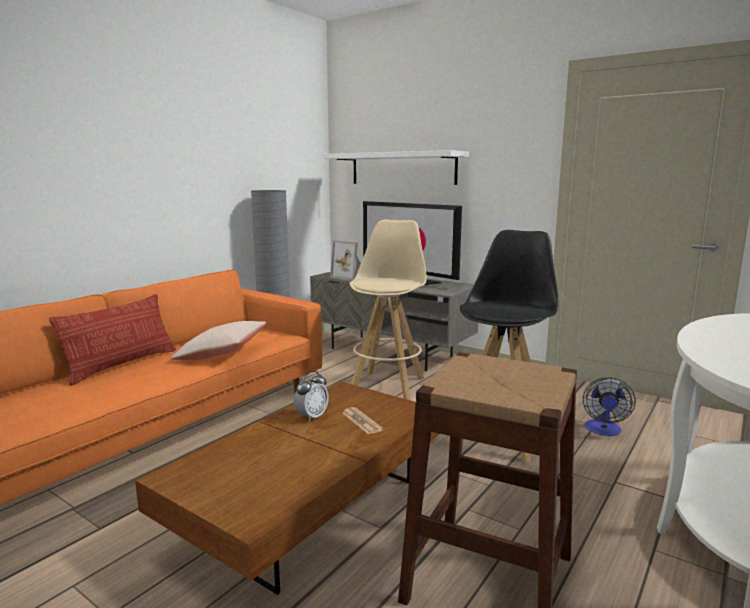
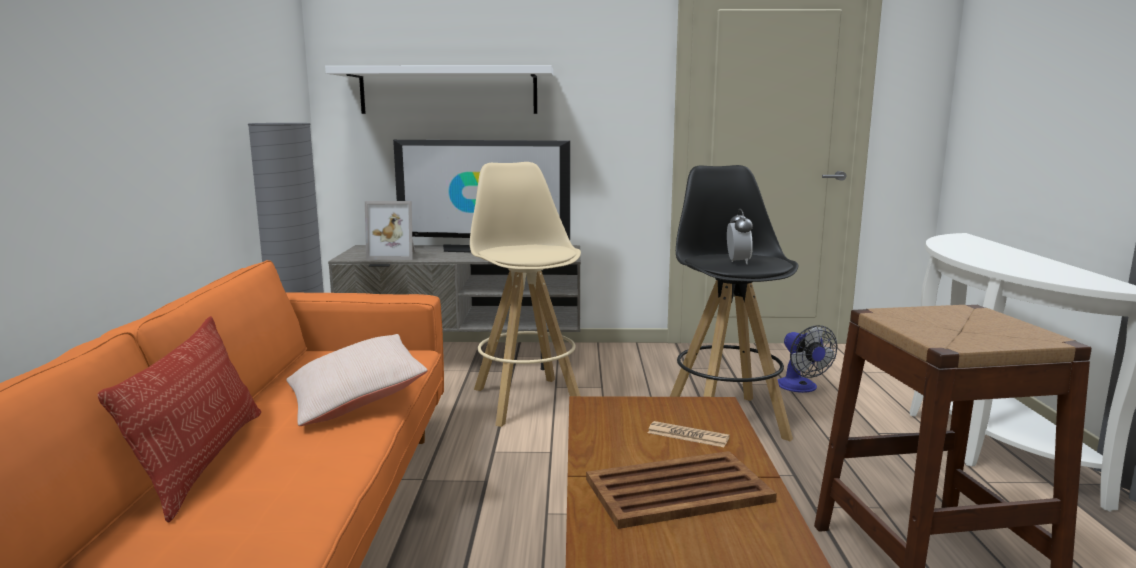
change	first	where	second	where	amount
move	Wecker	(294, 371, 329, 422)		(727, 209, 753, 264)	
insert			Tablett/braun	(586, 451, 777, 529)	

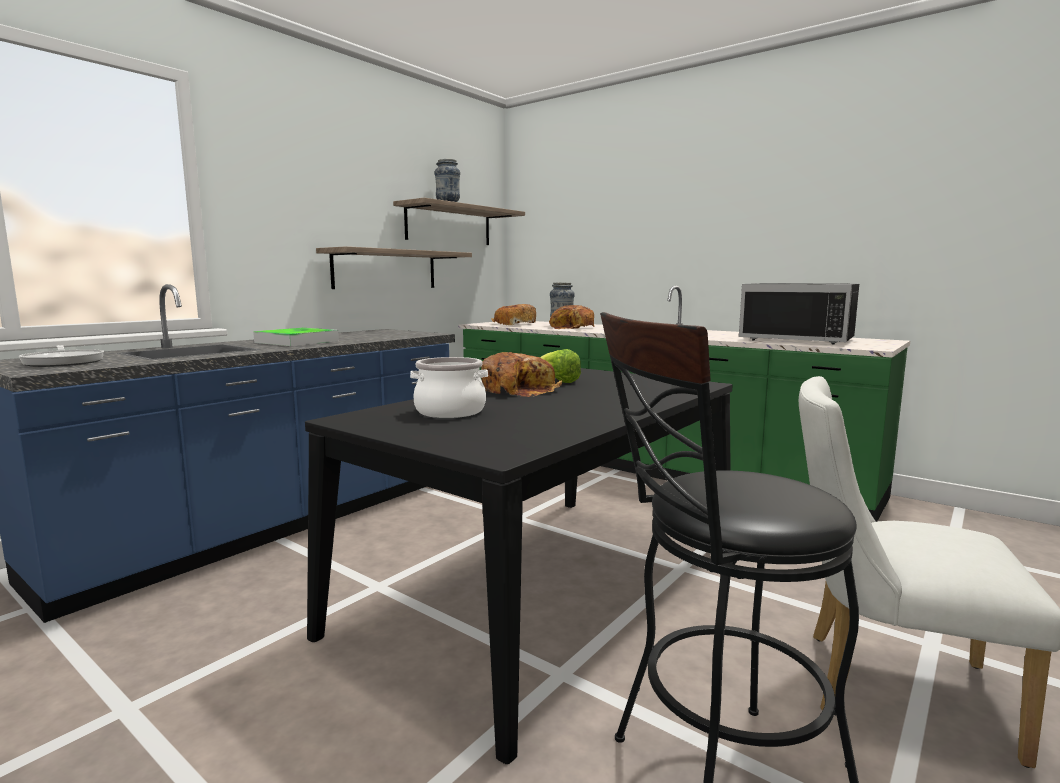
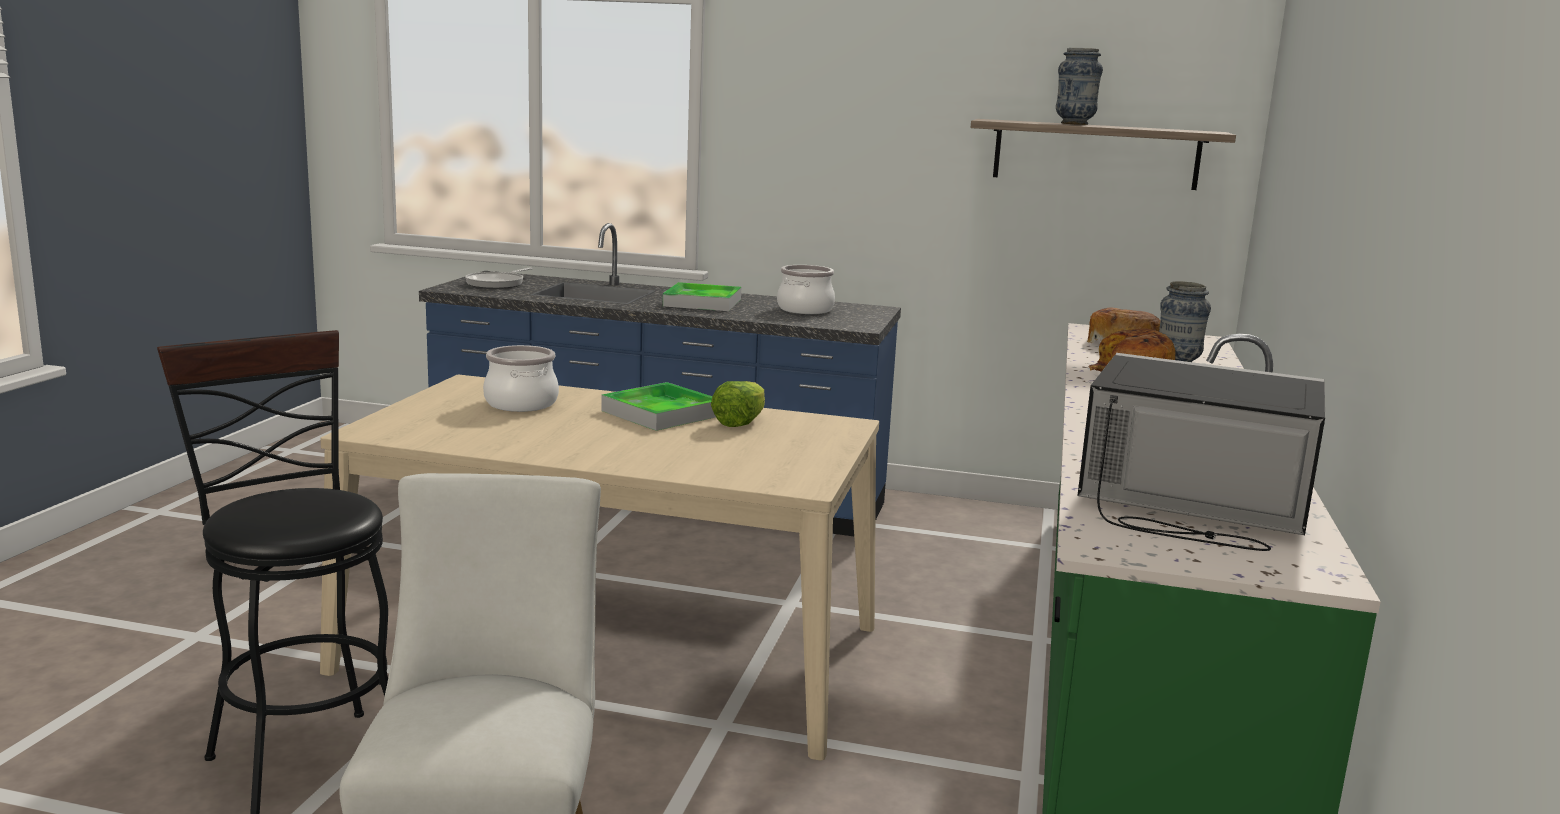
change	first	where	second	where	amount
delete	Wandregal	(316, 246, 472, 289)			
rotate	Mikrowelle/schwarz	(739, 283, 859, 345)		(1077, 353, 1325, 551)	105 degrees clockwise
replace	Brot	(481, 352, 562, 397)	Tablett	(601, 382, 716, 431)	
recolor	Esstisch/schwarz	(305, 368, 733, 764)	Esstisch/beige	(320, 375, 879, 761)	
insert			Kochtopf	(777, 265, 835, 314)	

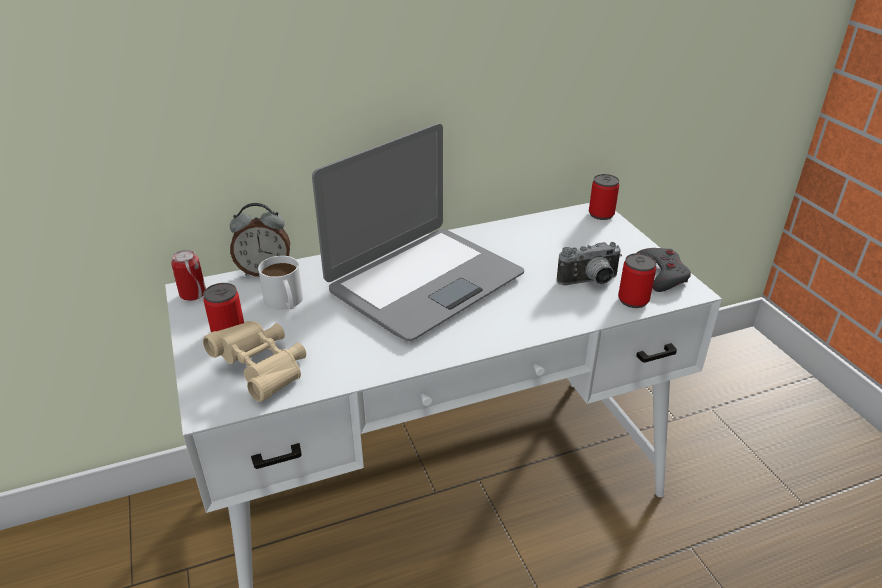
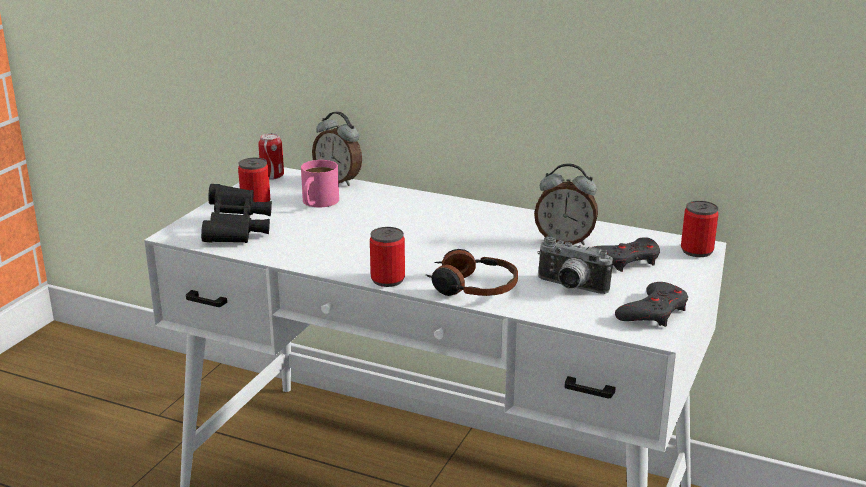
change	first	where	second	where	amount
delete	Laptop	(312, 123, 524, 341)			
move	Dose	(618, 253, 657, 308)		(370, 227, 405, 287)	
recolor	Henkelbecher/weiß	(258, 256, 303, 310)	Henkelbecher/rosa	(301, 160, 339, 208)	
recolor	Fernglas/beige	(203, 321, 306, 402)	Fernglas/schwarz	(201, 184, 272, 243)	
insert			Wecker	(534, 163, 598, 245)	
insert			Gamepad/grau	(594, 237, 660, 272)	
insert			Kopfhörer	(426, 249, 518, 296)	

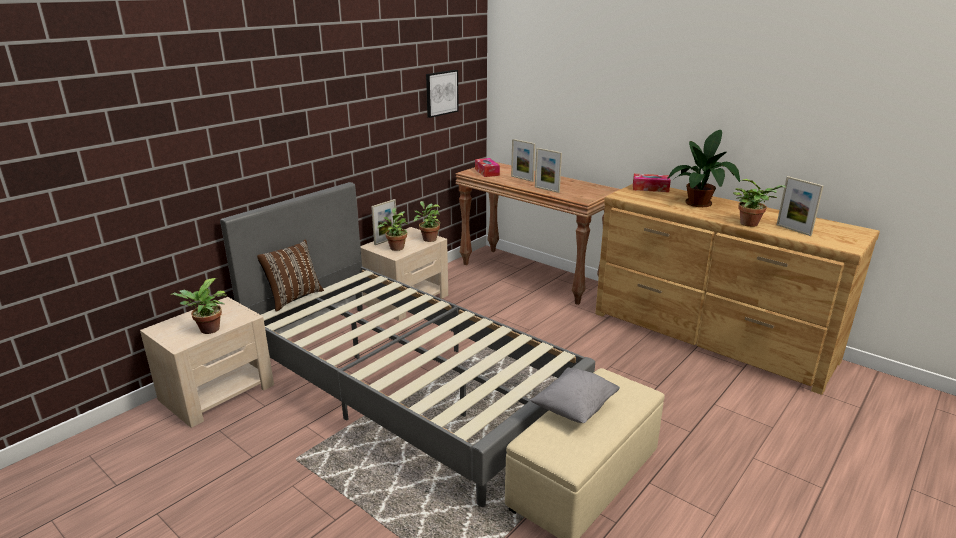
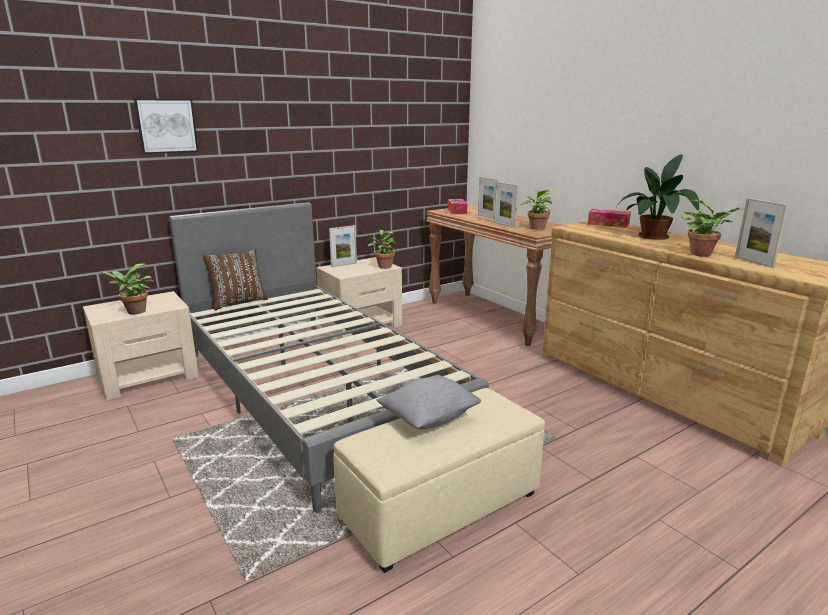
change	first	where	second	where	amount
move	Bild	(426, 70, 459, 118)		(134, 98, 199, 154)	
move	Topfpflanze	(377, 208, 408, 251)		(521, 189, 552, 230)	

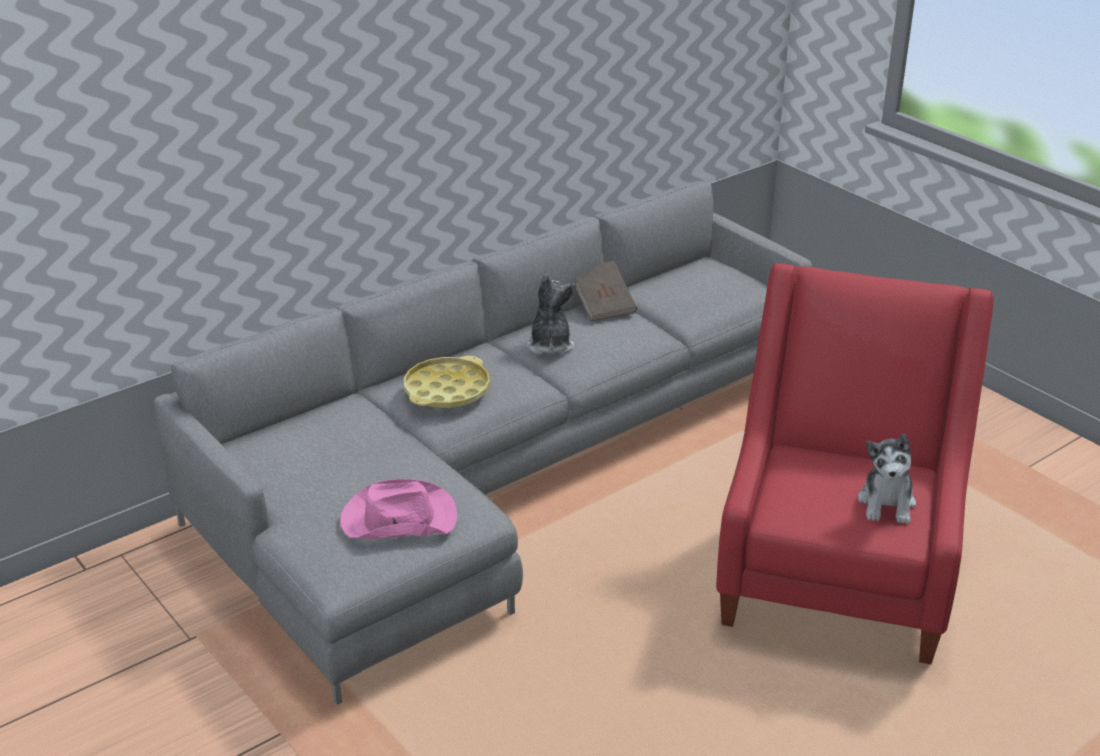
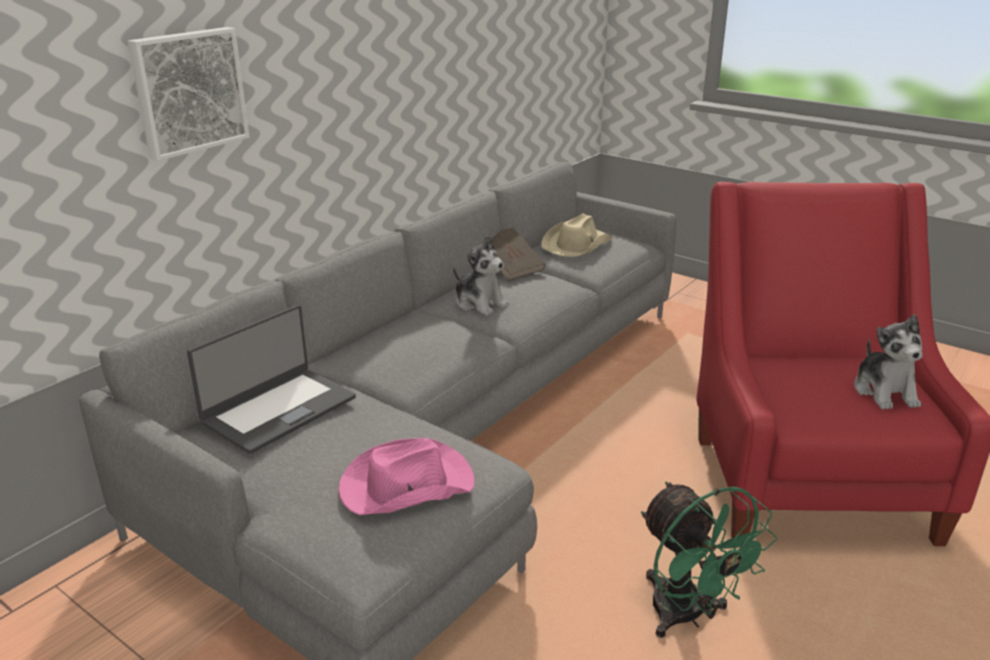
change	first	where	second	where	amount
rotate	Plüschtier	(527, 274, 575, 354)		(453, 236, 509, 316)	150 degrees clockwise
delete	Tablett/gelb	(404, 356, 490, 408)			
insert			Bild	(128, 27, 250, 161)	
insert			Hut/beige	(541, 214, 613, 257)	
insert			Laptop	(187, 305, 356, 454)	
insert			Ventilator/grün	(641, 482, 777, 638)	

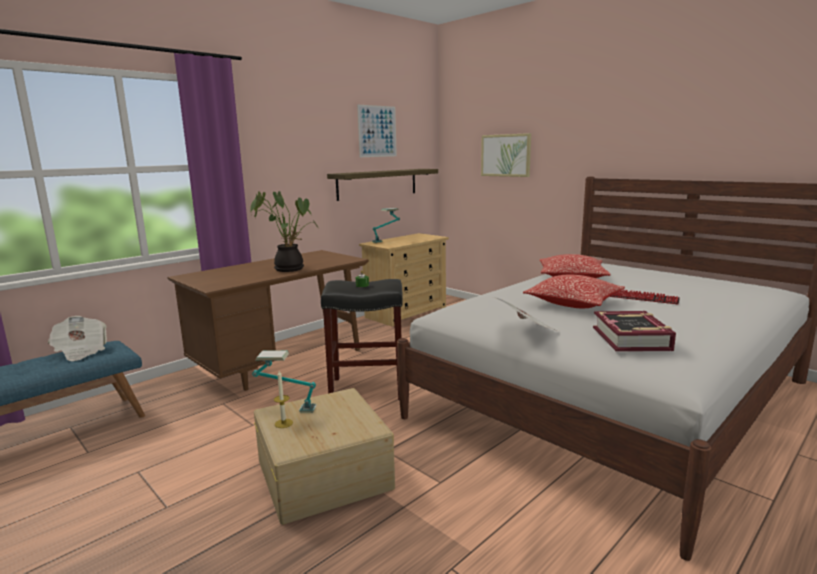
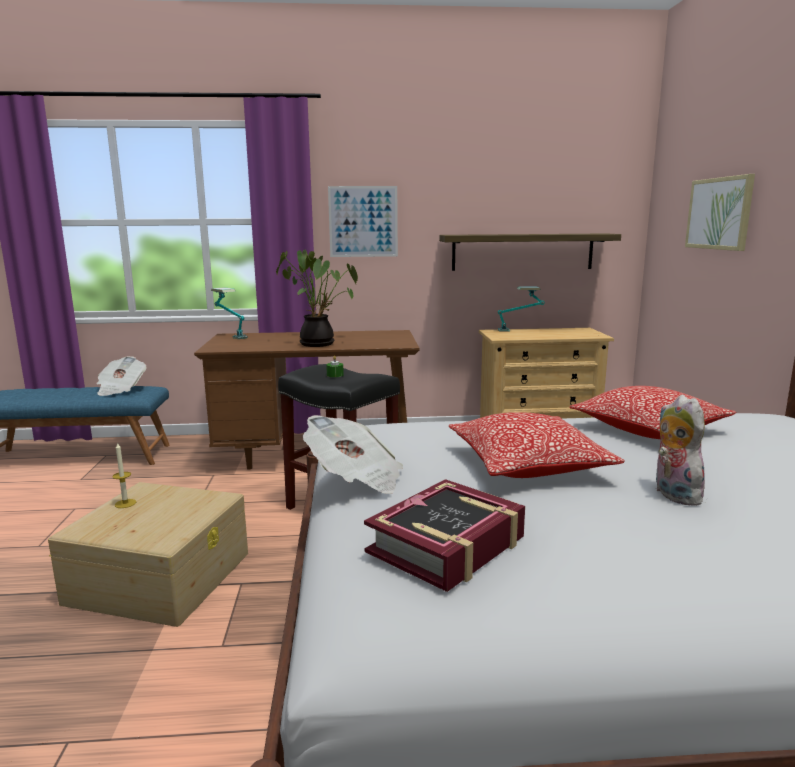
change	first	where	second	where	amount
move	Bild	(357, 105, 397, 157)		(328, 186, 398, 257)	
replace	Tastatur	(610, 290, 680, 304)	Plüschtier	(656, 395, 709, 506)	
move	Tischlampe	(252, 350, 317, 413)		(211, 287, 248, 339)	

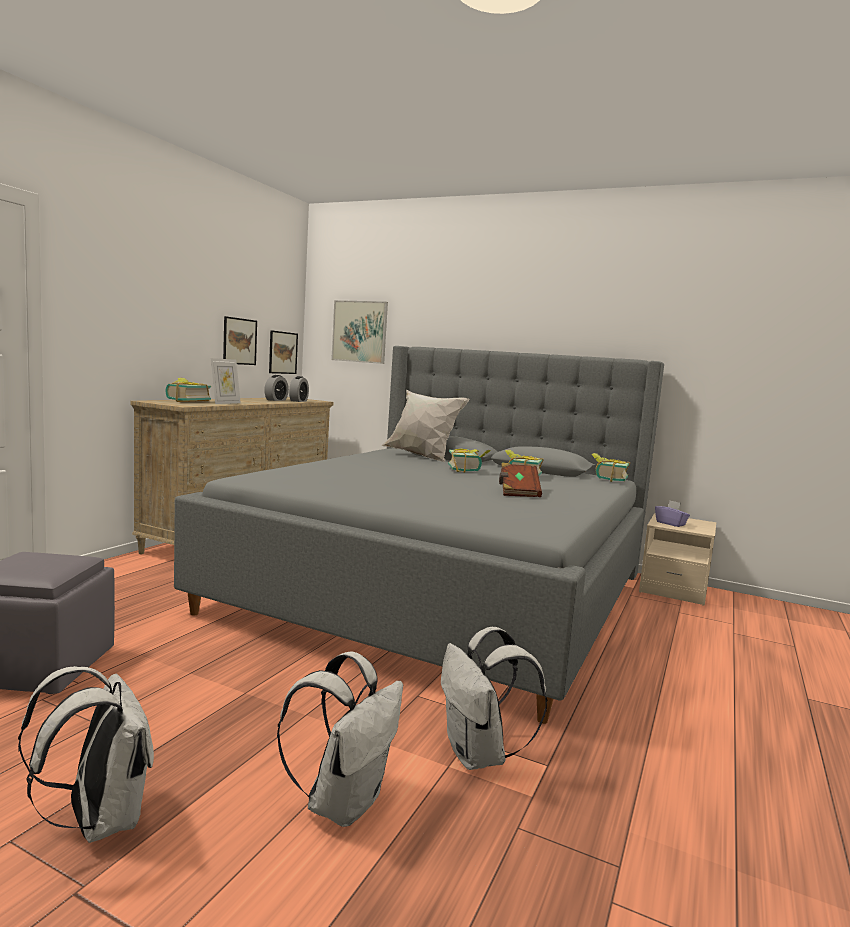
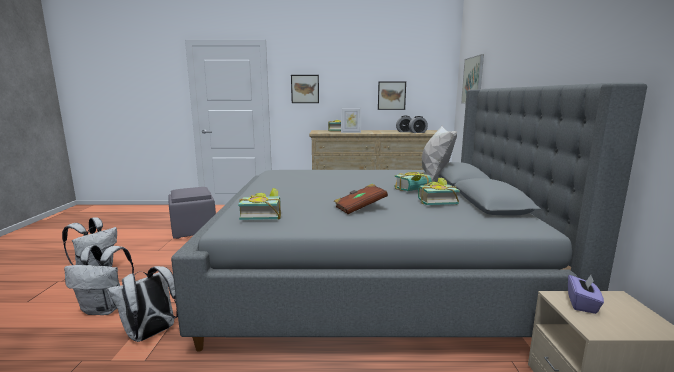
change	first	where	second	where	amount
move	Bild	(269, 330, 298, 374)		(291, 75, 319, 103)	
move	Buch	(592, 453, 630, 482)		(238, 188, 281, 220)	

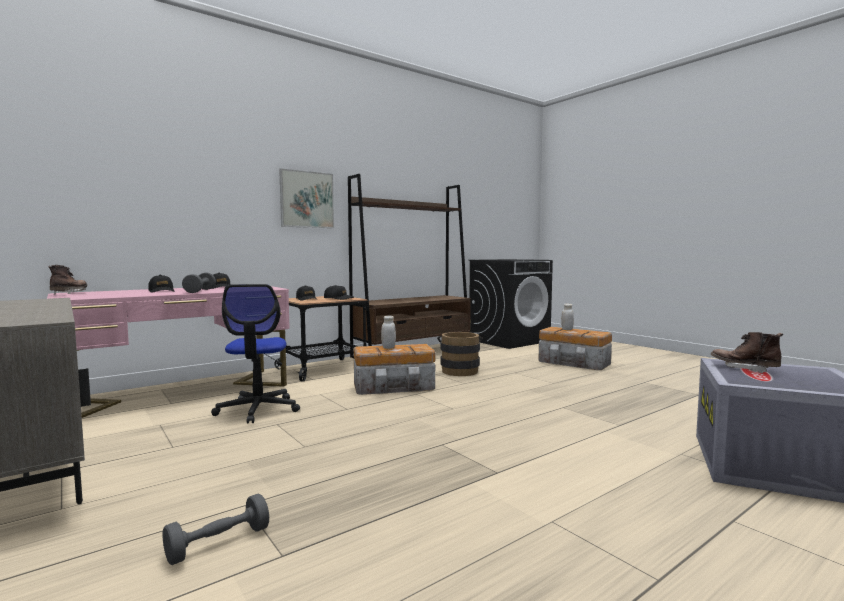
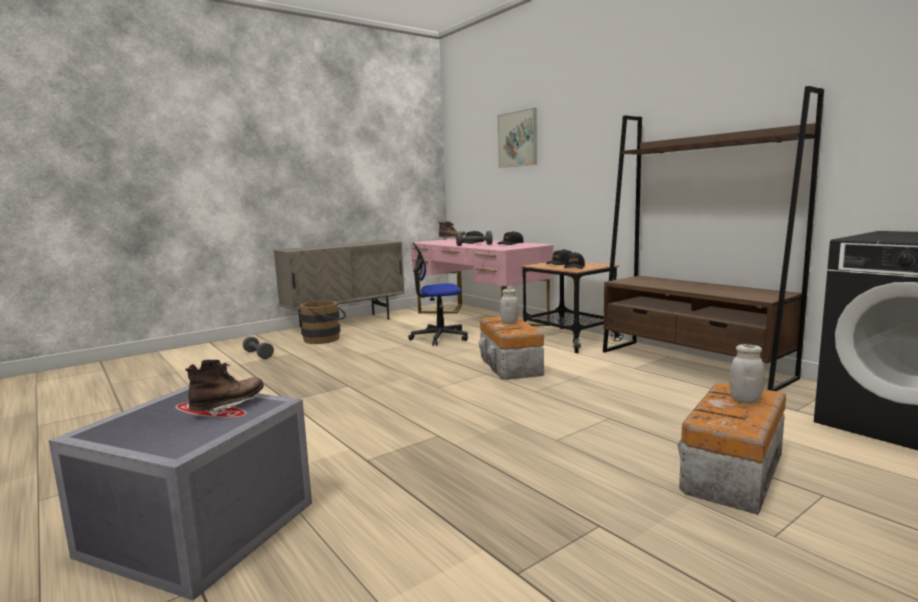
change	first	where	second	where	amount
move	Bild	(279, 168, 334, 228)		(498, 108, 537, 168)	
move	Eimer/braun	(437, 332, 483, 376)		(300, 301, 346, 344)	

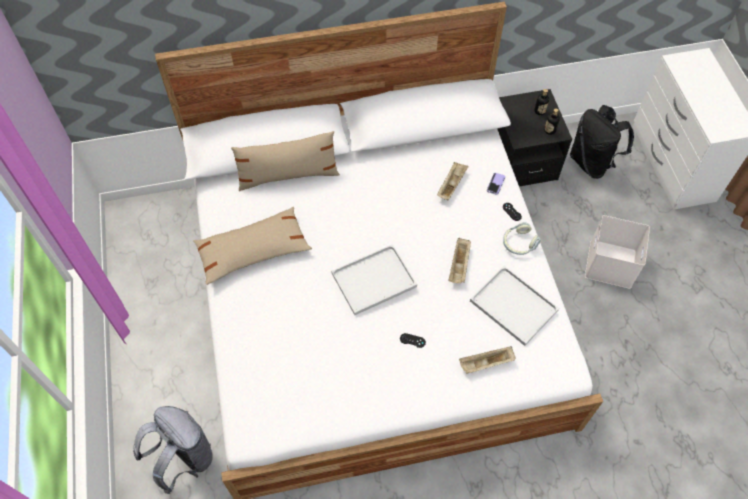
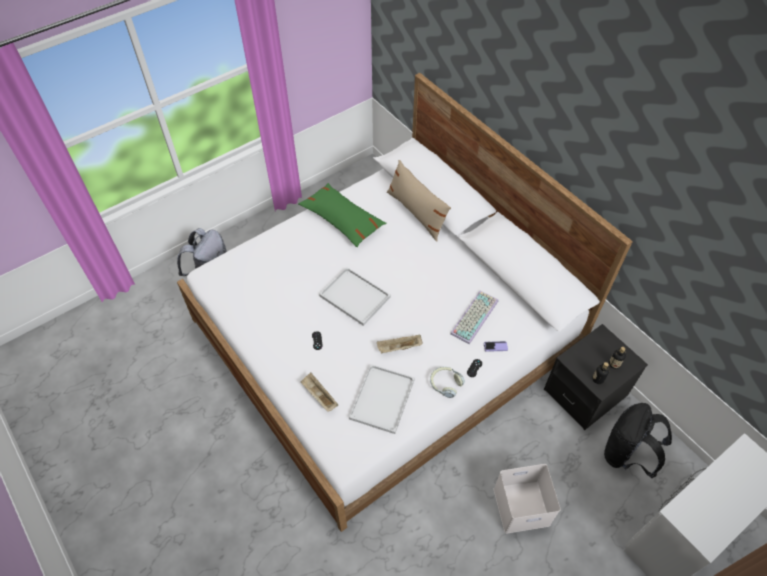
change	first	where	second	where	amount
replace	Tablett/beige	(437, 162, 469, 201)	Tastatur	(450, 290, 499, 344)	
recolor	Kissen/beige	(193, 207, 312, 285)	Kissen/grün	(298, 183, 386, 247)	

